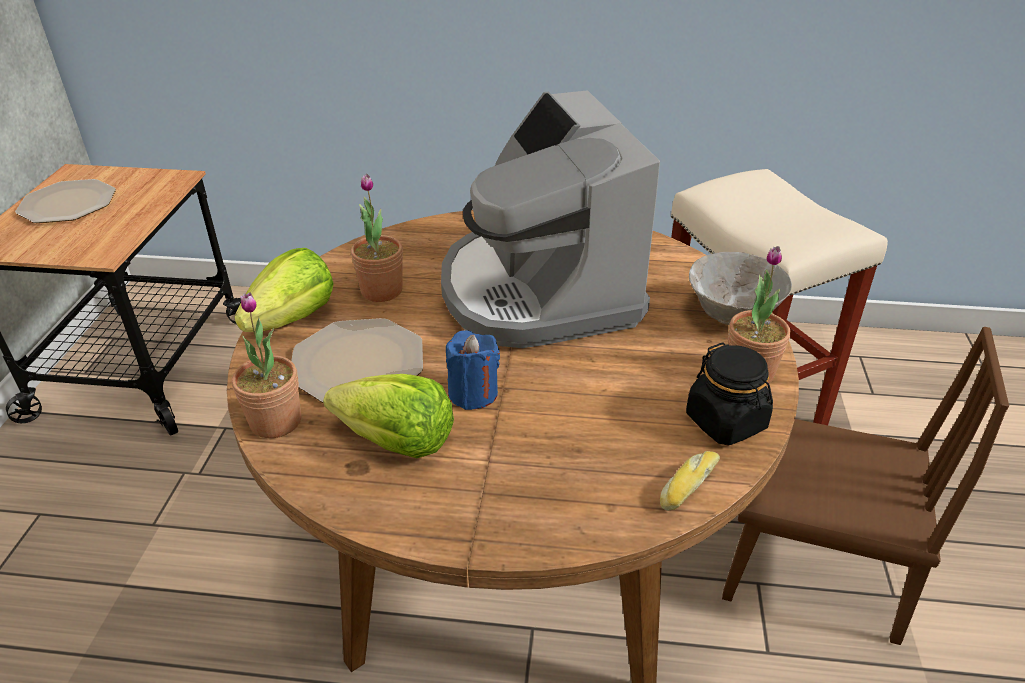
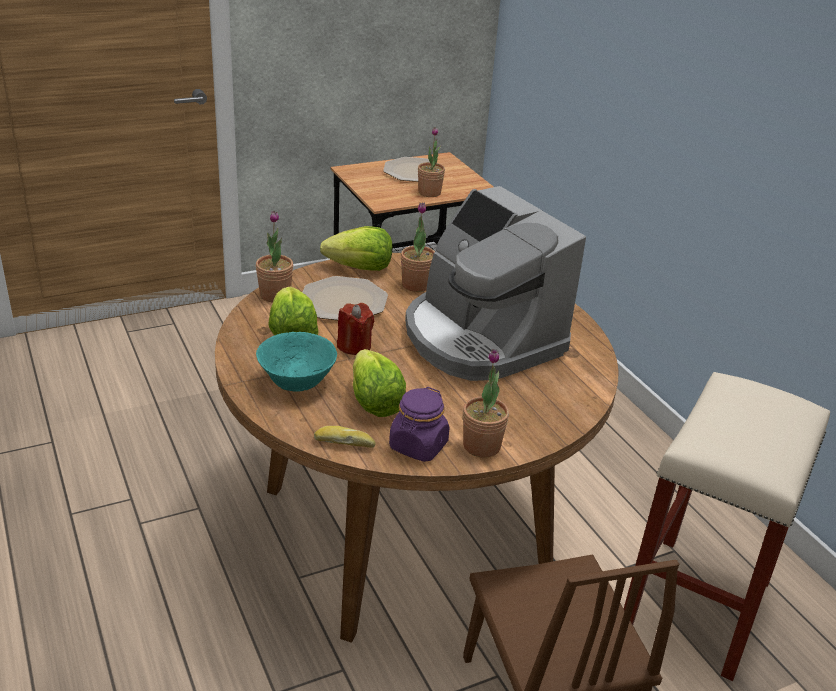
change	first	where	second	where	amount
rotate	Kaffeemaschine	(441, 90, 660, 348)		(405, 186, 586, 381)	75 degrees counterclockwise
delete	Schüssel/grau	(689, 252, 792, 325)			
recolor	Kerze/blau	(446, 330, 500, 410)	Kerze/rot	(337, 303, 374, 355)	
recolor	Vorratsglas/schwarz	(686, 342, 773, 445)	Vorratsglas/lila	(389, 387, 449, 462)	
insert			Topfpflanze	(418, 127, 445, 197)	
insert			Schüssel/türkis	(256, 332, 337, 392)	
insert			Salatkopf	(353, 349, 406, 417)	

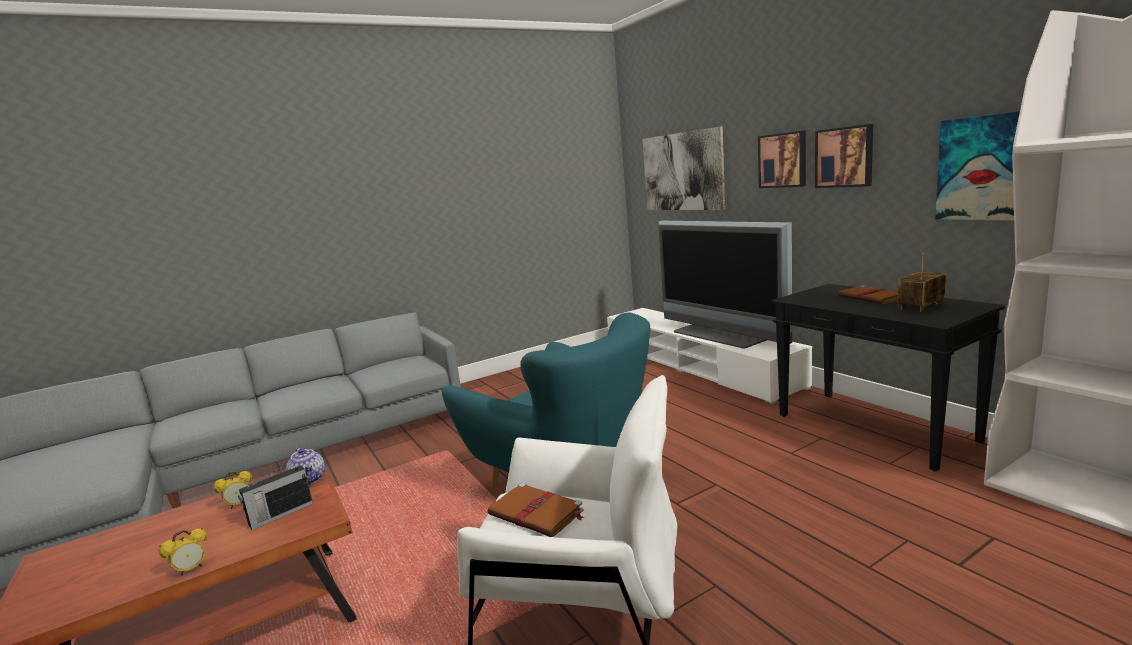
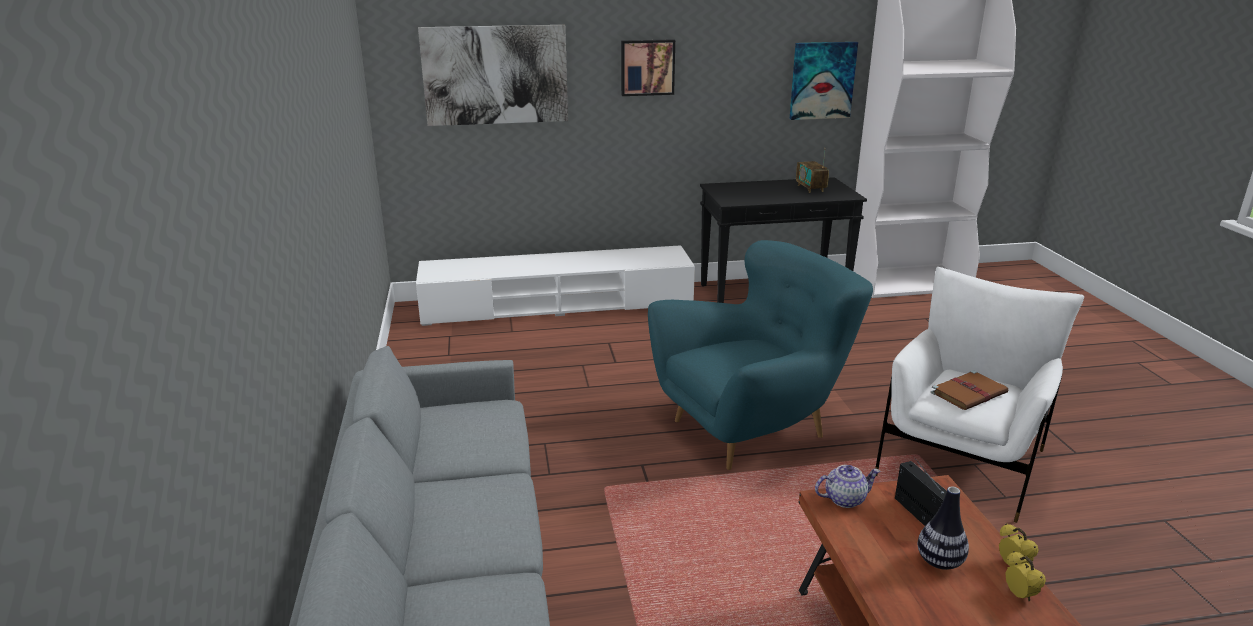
change	first	where	second	where	amount
delete	Bild	(815, 124, 873, 188)			
delete	Fernseher	(658, 221, 792, 348)			
delete	Buch/braun	(838, 285, 897, 304)			
move	Wecker	(213, 471, 252, 509)		(1005, 551, 1046, 602)	
insert			Vase	(918, 486, 969, 570)	

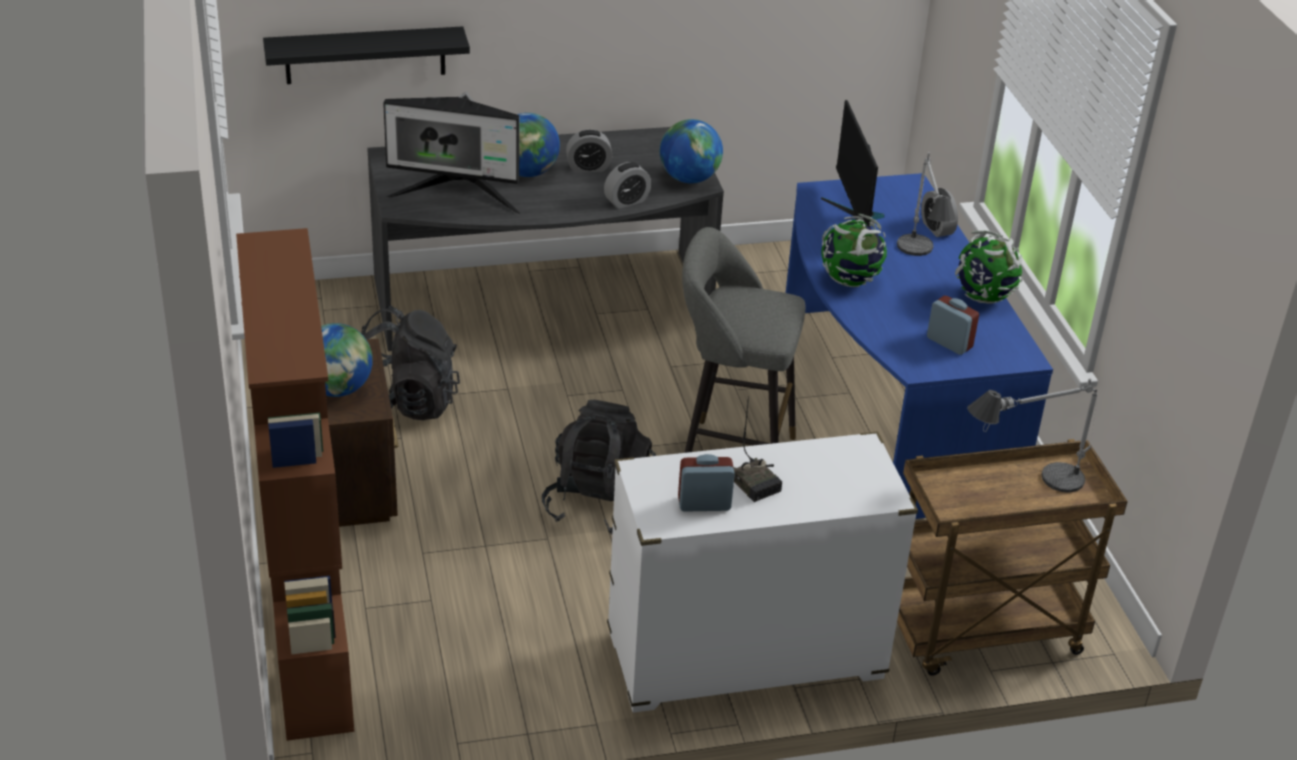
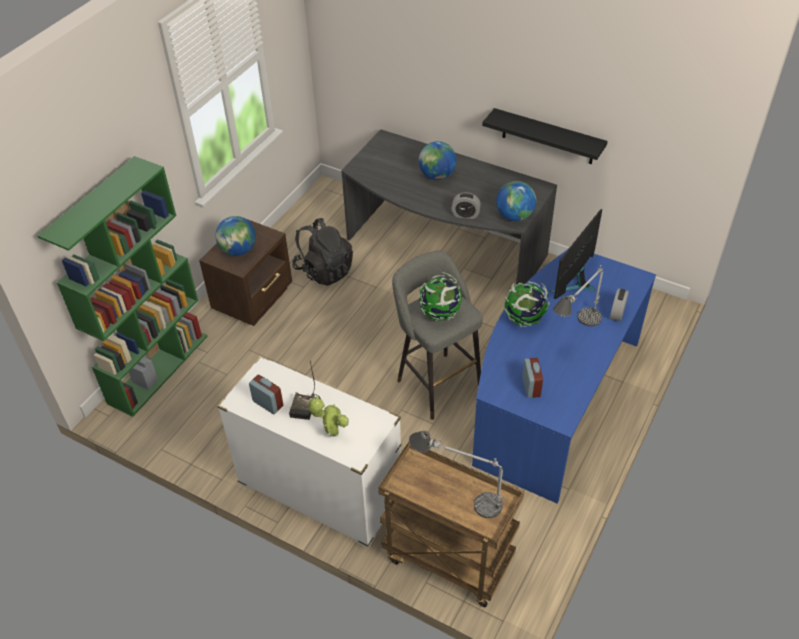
change	first	where	second	where	amount
move	Wandregal/schwarz	(263, 26, 470, 84)		(482, 108, 608, 164)	
delete	Monitor	(383, 91, 521, 215)			
delete	Wecker	(566, 129, 612, 172)			
recolor	Bücherregal/braun	(236, 228, 354, 741)	Bücherregal/grün	(37, 156, 208, 417)	
move	Globus	(955, 230, 1023, 304)		(419, 272, 462, 321)	
delete	Rucksack/schwarz	(542, 400, 656, 535)			
insert			Topfpflanze	(307, 396, 349, 437)	

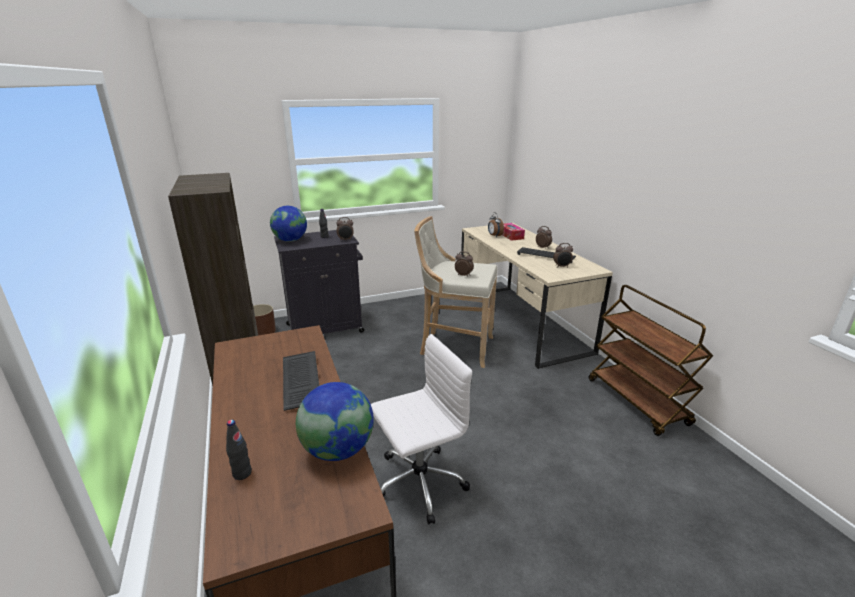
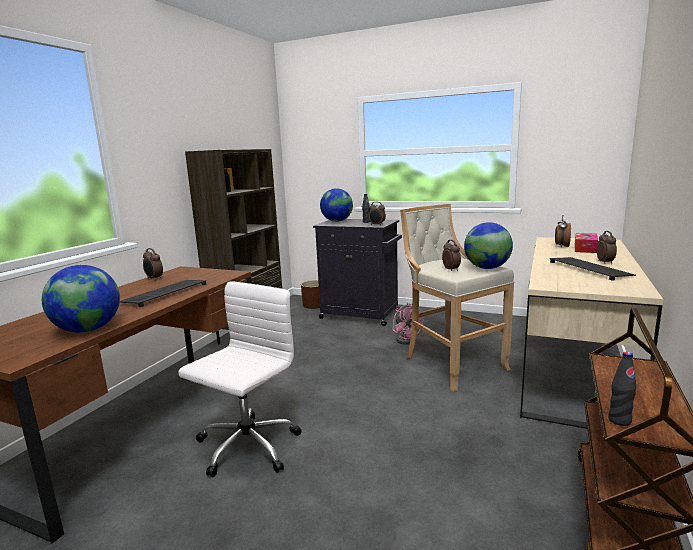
change	first	where	second	where	amount
move	Wecker	(553, 243, 573, 268)		(143, 248, 163, 281)	
rotate	Bürostuhl/weiß	(371, 334, 472, 525)		(178, 281, 301, 477)	75 degrees counterclockwise
move	Flasche/schwarz	(226, 420, 252, 480)		(608, 352, 636, 426)	
insert			Globus	(464, 222, 513, 269)	
insert			Ventilator/rosa	(393, 302, 423, 345)	

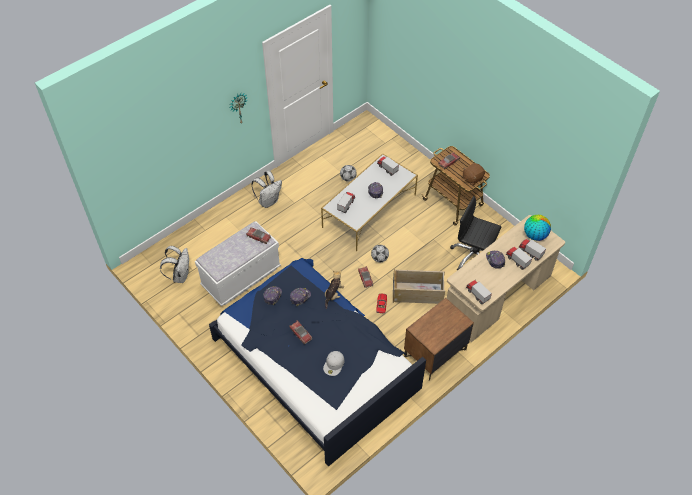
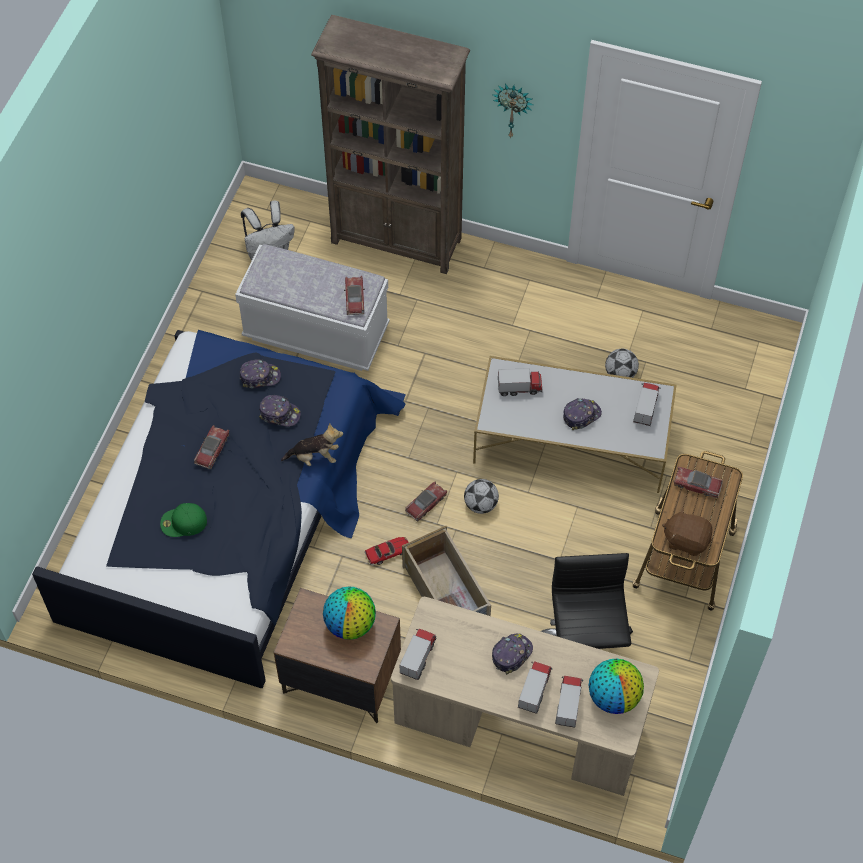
change	first	where	second	where	amount
delete	Rucksack/weiß	(252, 171, 282, 208)			
recolor	Kappe/weiß	(323, 351, 344, 376)	Kappe/grün	(160, 503, 207, 537)	
insert			Bücherregal/braun	(311, 15, 470, 274)	
insert			Globus	(323, 586, 376, 640)	

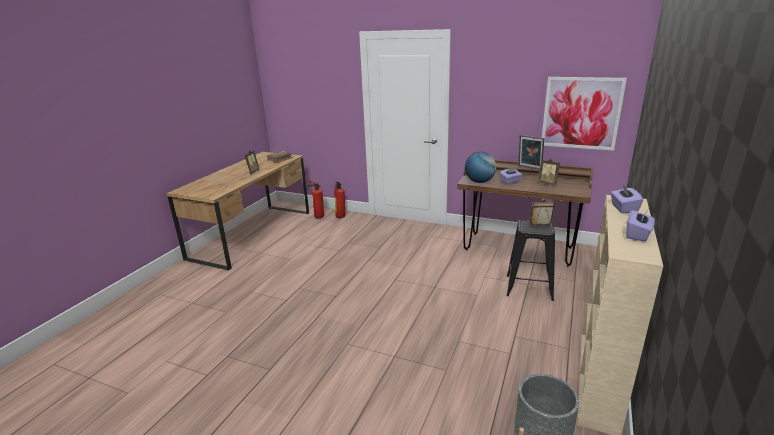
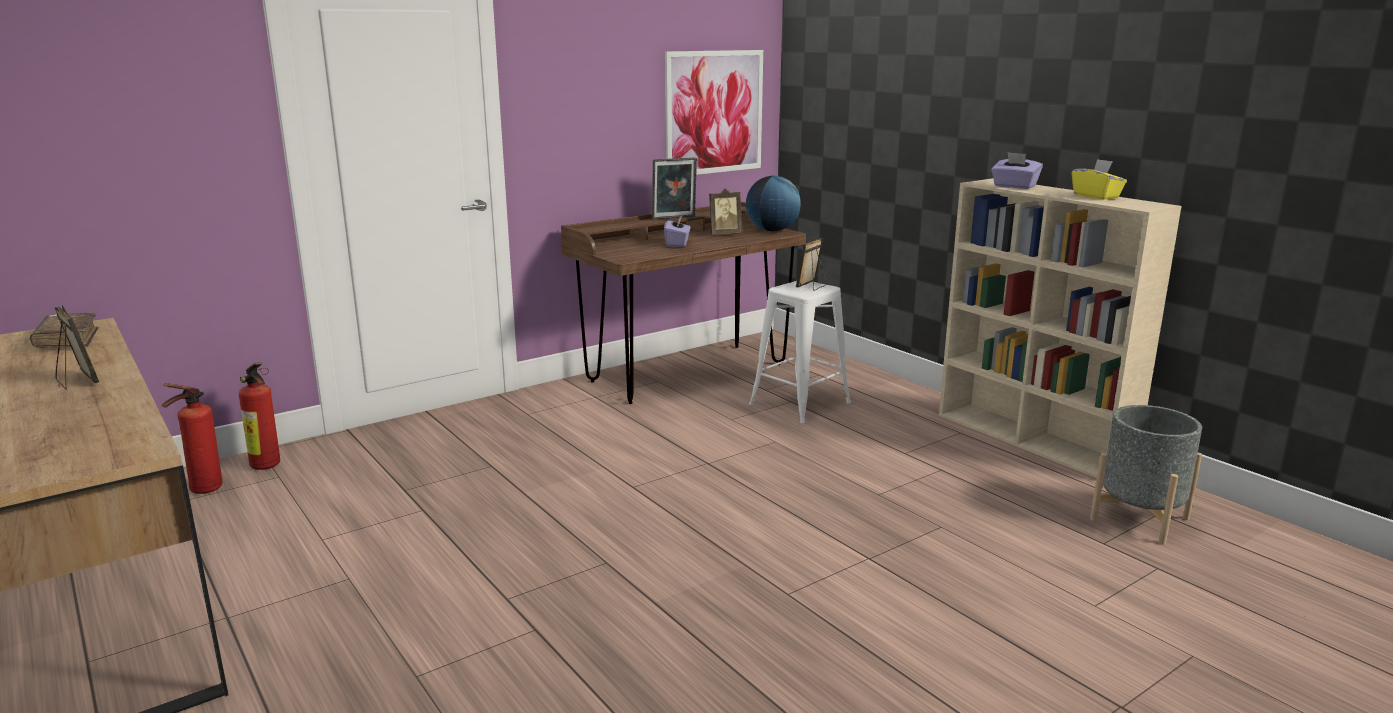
change	first	where	second	where	amount
move	Globus	(465, 152, 497, 183)		(746, 176, 801, 232)	
recolor	Taschentuchbox/lila	(626, 210, 655, 242)	Taschentuchbox/gelb	(1072, 159, 1127, 200)	
recolor	Hocker/schwarz	(506, 220, 555, 301)	Hocker/weiß	(749, 281, 851, 423)	

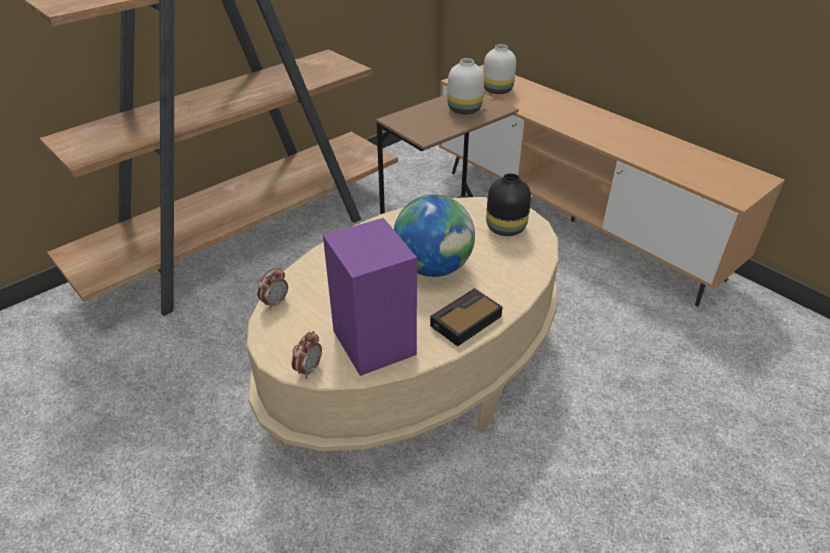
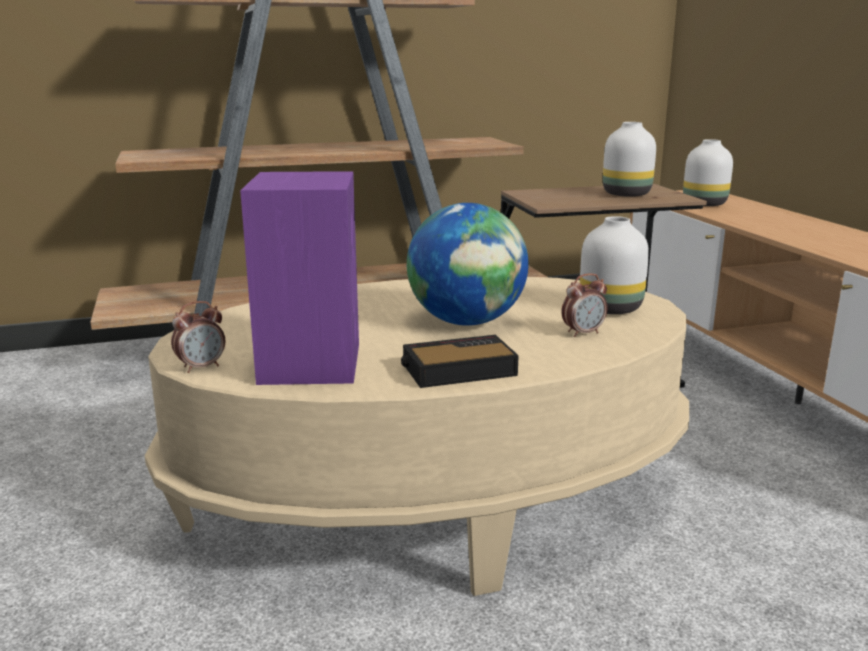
change	first	where	second	where	amount
recolor	Vase/schwarz	(486, 173, 531, 236)	Vase/weiß	(580, 216, 649, 314)	
move	Wecker	(257, 268, 288, 310)		(561, 273, 608, 337)	

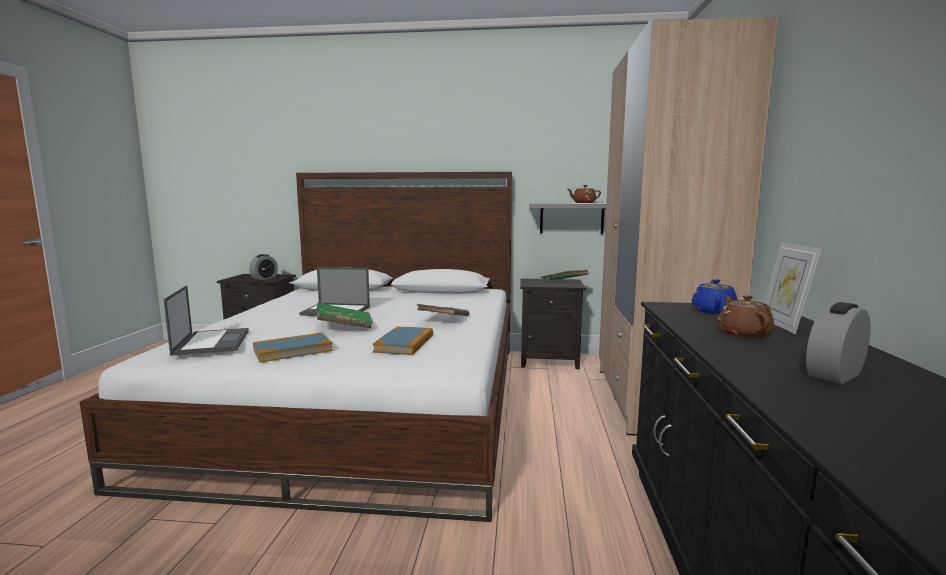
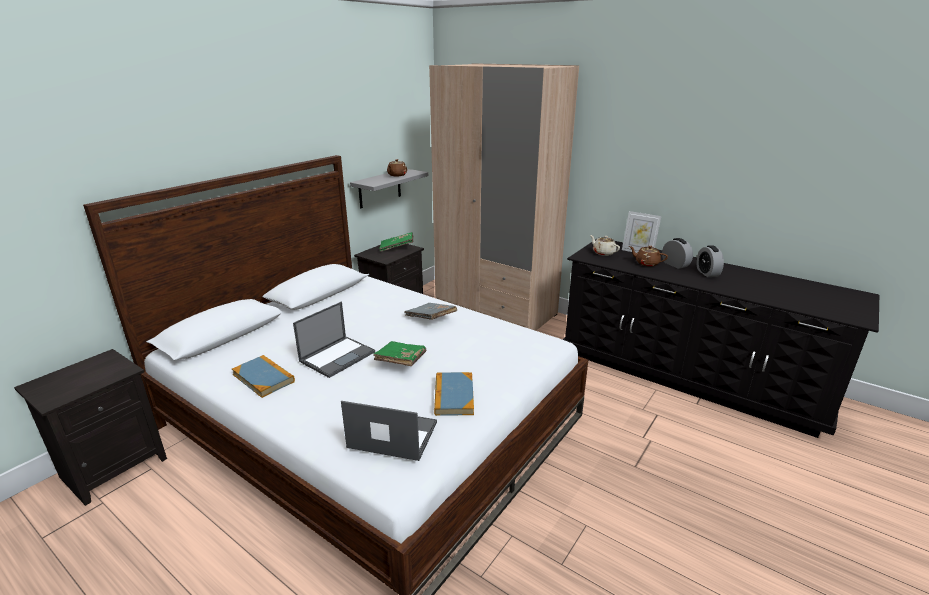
change	first	where	second	where	amount
move	Wecker	(249, 254, 278, 280)		(662, 238, 693, 269)	
recolor	Teekanne/blau	(692, 279, 738, 314)	Teekanne/beige	(590, 235, 620, 256)	
move	Buch	(373, 327, 433, 355)		(232, 355, 295, 398)	

